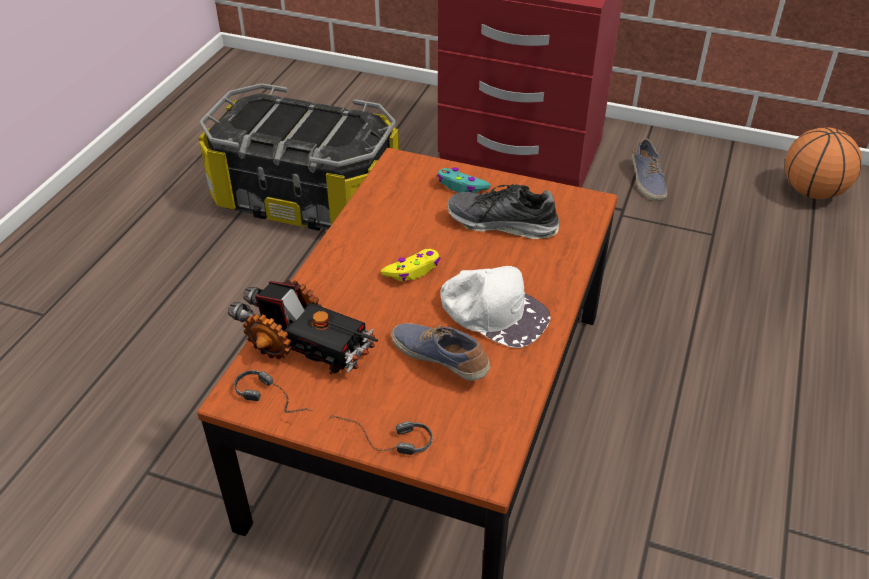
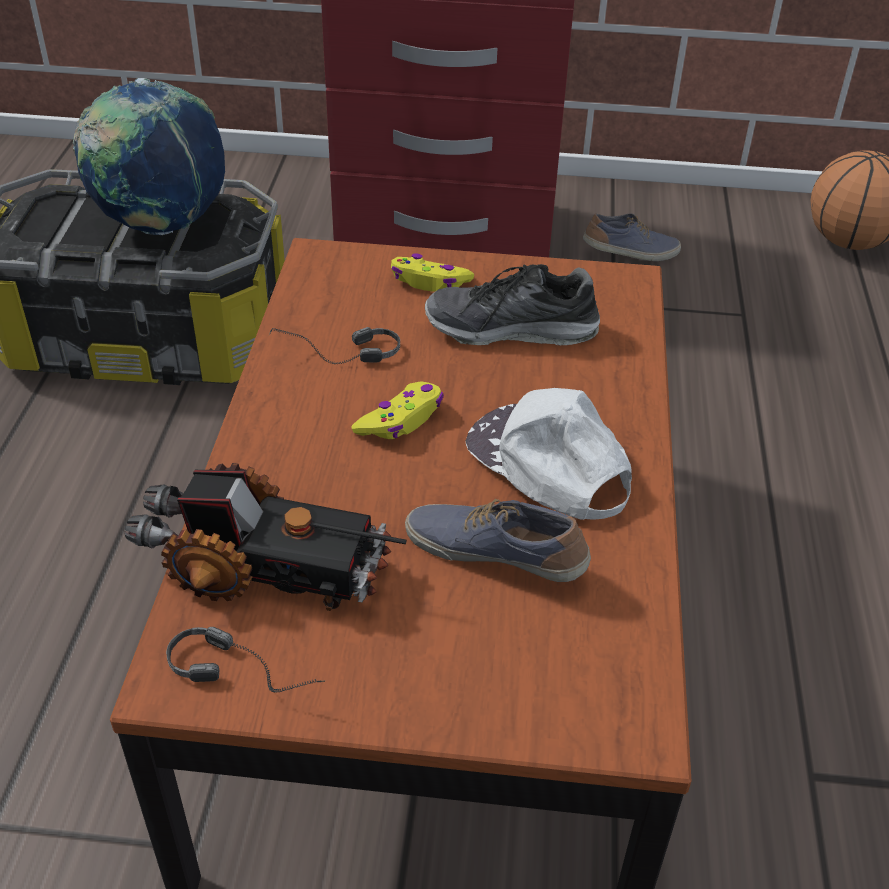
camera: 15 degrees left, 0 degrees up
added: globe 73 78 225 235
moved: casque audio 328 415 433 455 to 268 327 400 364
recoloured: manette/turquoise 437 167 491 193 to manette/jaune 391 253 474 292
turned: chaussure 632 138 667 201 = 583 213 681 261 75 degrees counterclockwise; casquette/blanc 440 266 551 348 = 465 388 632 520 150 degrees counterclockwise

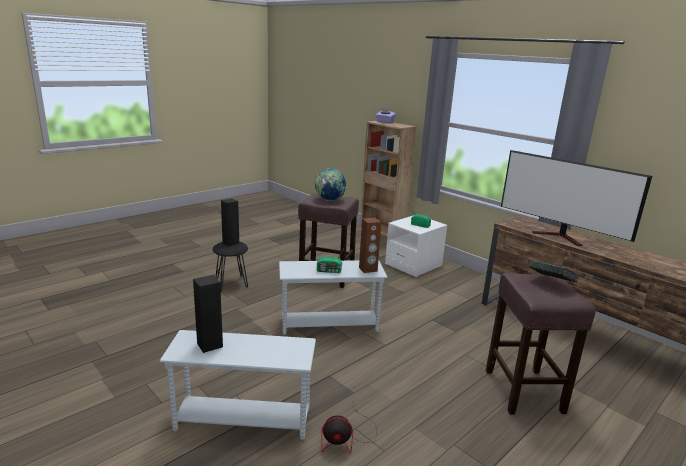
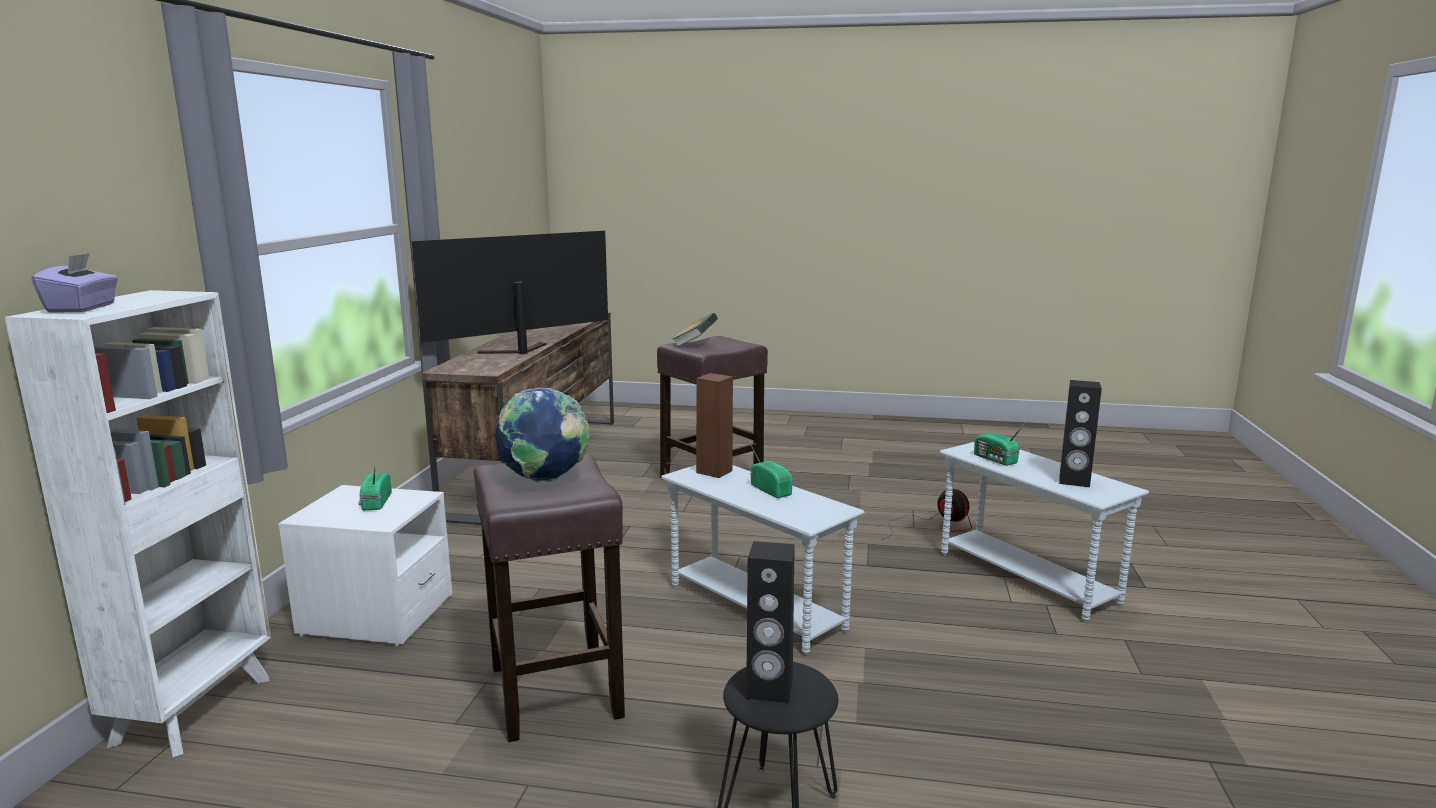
camera: 125 degrees left, 5 degrees down
added: radio 974 423 1025 466
recoloured: bibliothèque/marron 360 121 416 247 to bibliothèque/blanc 5 290 271 757
turned: téléviseur 501 150 652 246 = 412 231 608 354 135 degrees counterclockwise

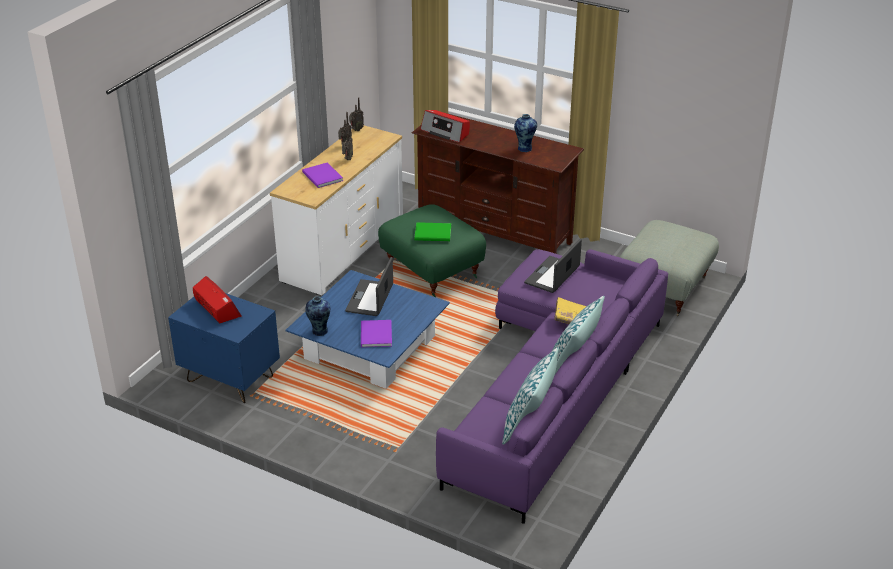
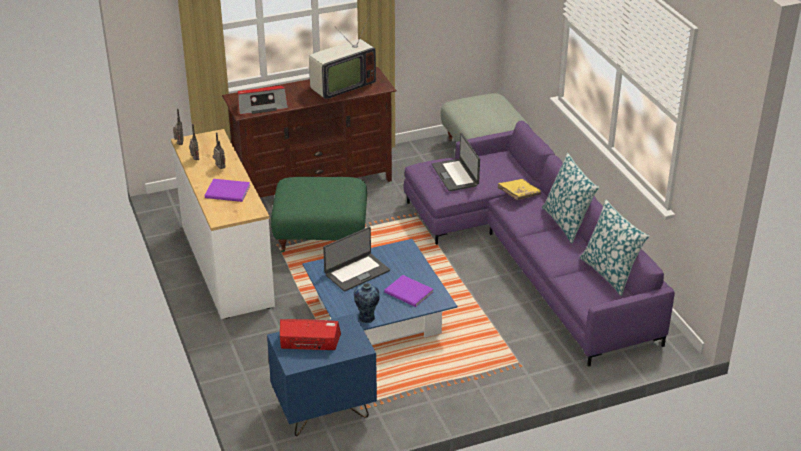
camera: 50 degrees left, 0 degrees up
removed: livre/vert 414 222 451 241
replaced: vase 514 114 537 152 to téléviseur 309 14 376 101
turned: ordinateur portable 345 257 393 316 = 323 227 390 292 90 degrees counterclockwise

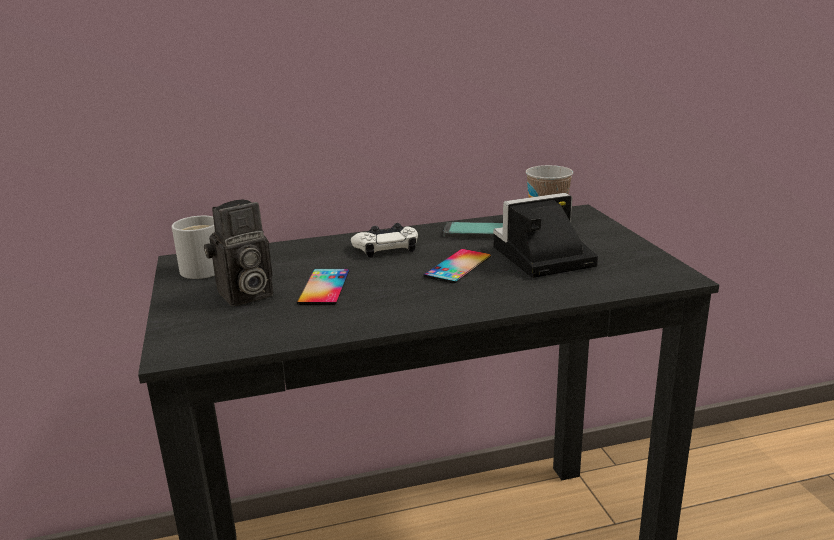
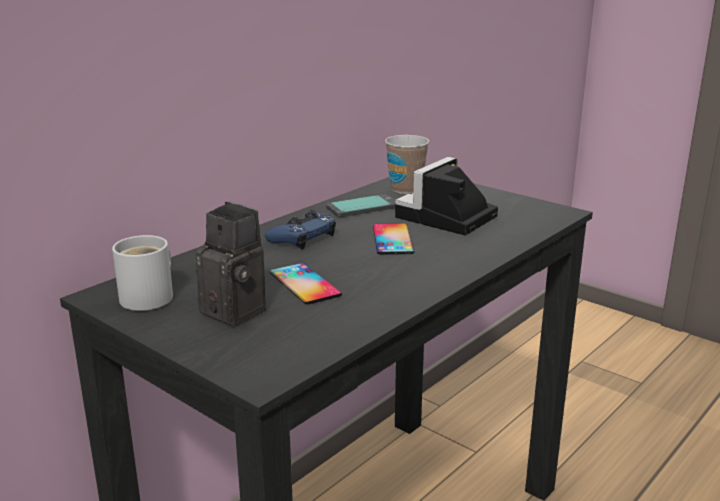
camera: 35 degrees left, 0 degrees up
recoloured: manette/blanc 351 223 418 258 to manette/bleu 265 210 336 249
turned: appareil photo 204 200 273 306 = 196 201 266 327 75 degrees counterclockwise

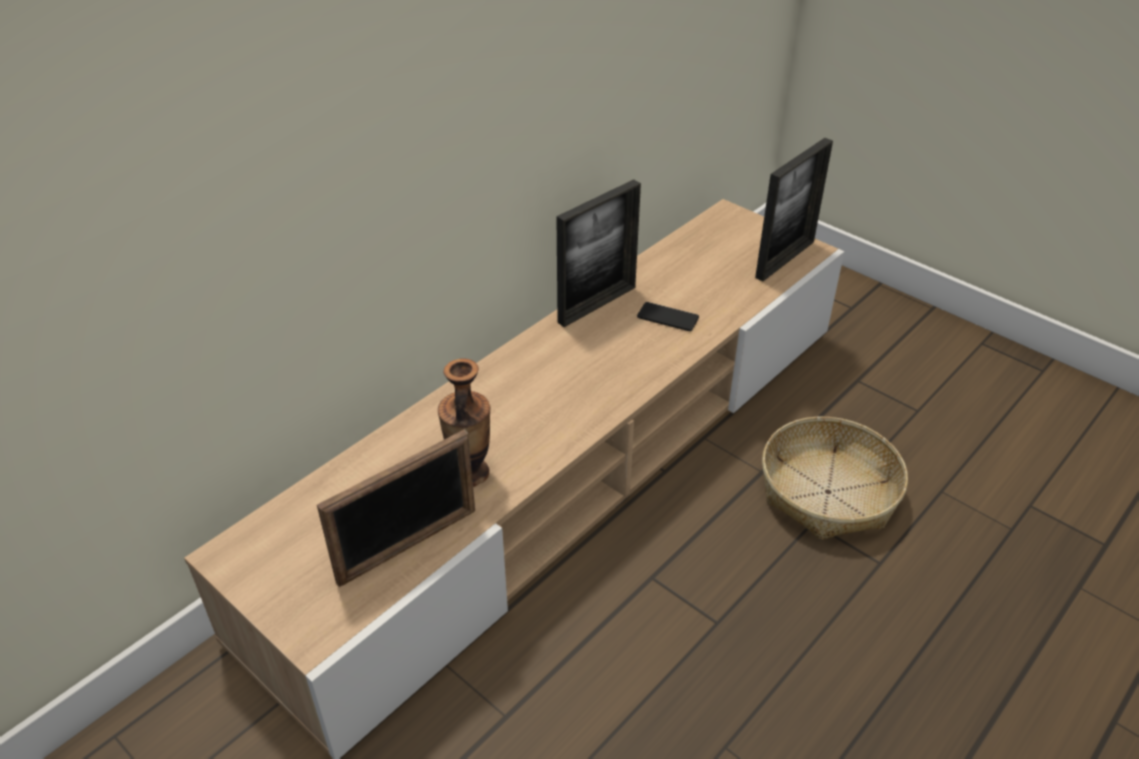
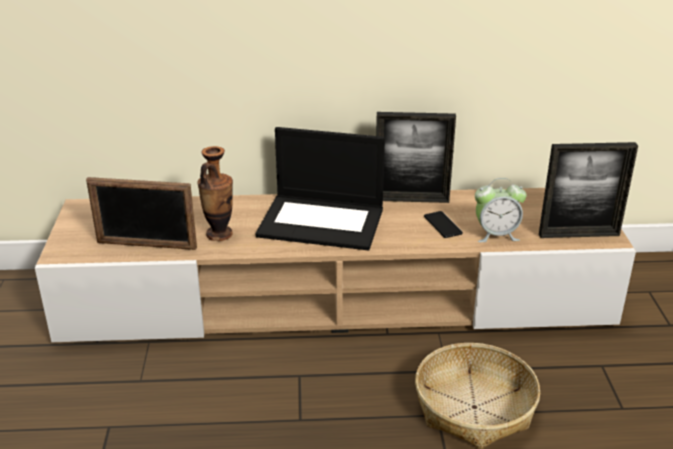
camera: 45 degrees right, 10 degrees down
added: ordinateur portable 256 127 385 250; réveil 475 178 527 242

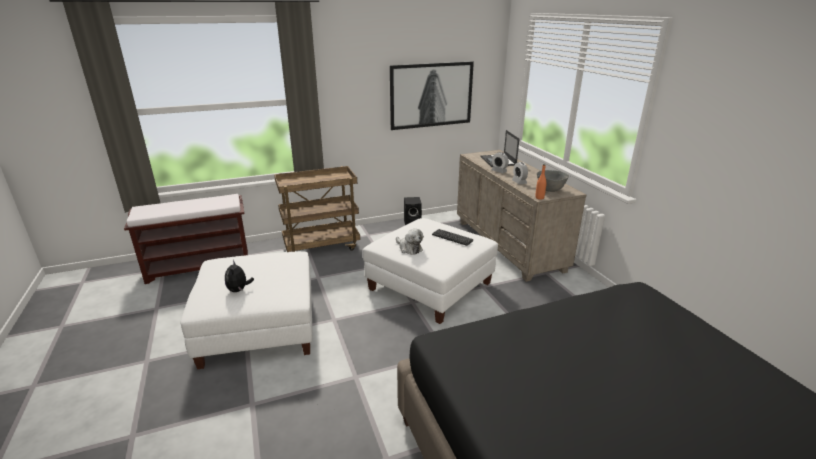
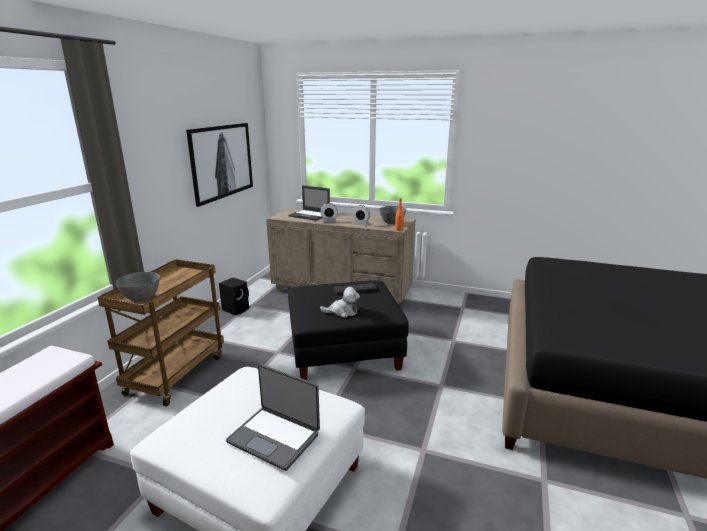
camera: 50 degrees left, 5 degrees down
added: bol/gris 116 272 160 302
replaced: peluche 225 260 254 292 to ordinateur portable 226 364 320 471
recoloured: pouf/blanc 363 218 498 324 to pouf/noir 288 280 409 380

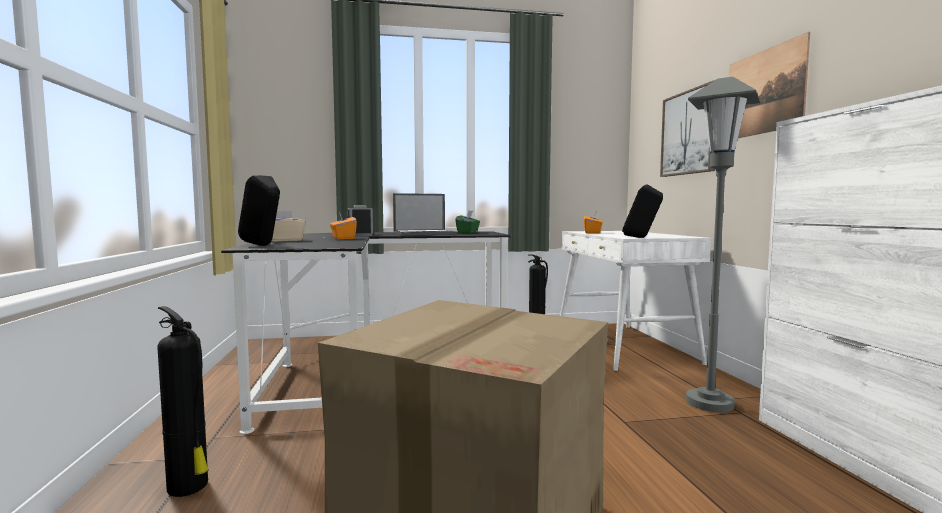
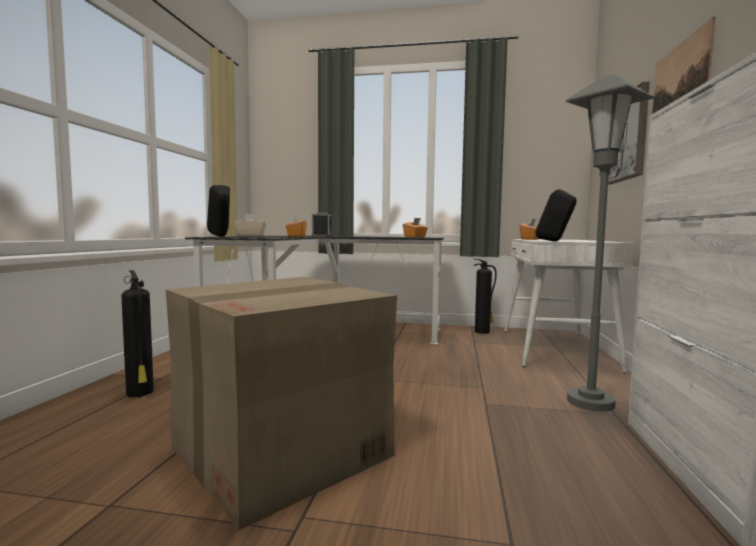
camera: 20 degrees right, 0 degrees up
removed: ordinateur portable 393 193 457 236
recoloured: boîte à mouchoirs/vert 455 211 480 233 to boîte à mouchoirs/orange 403 218 428 237

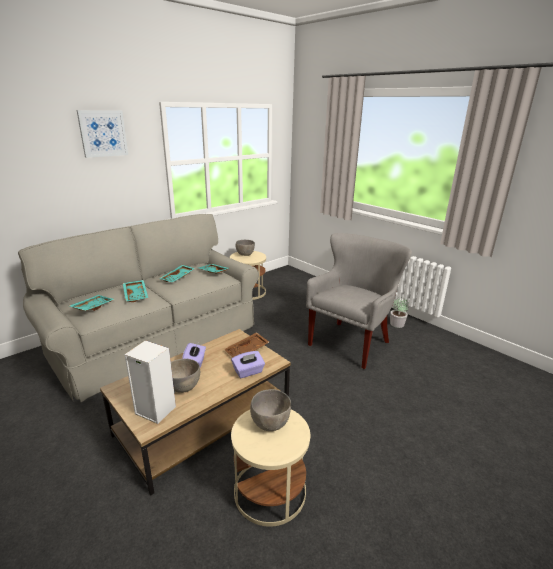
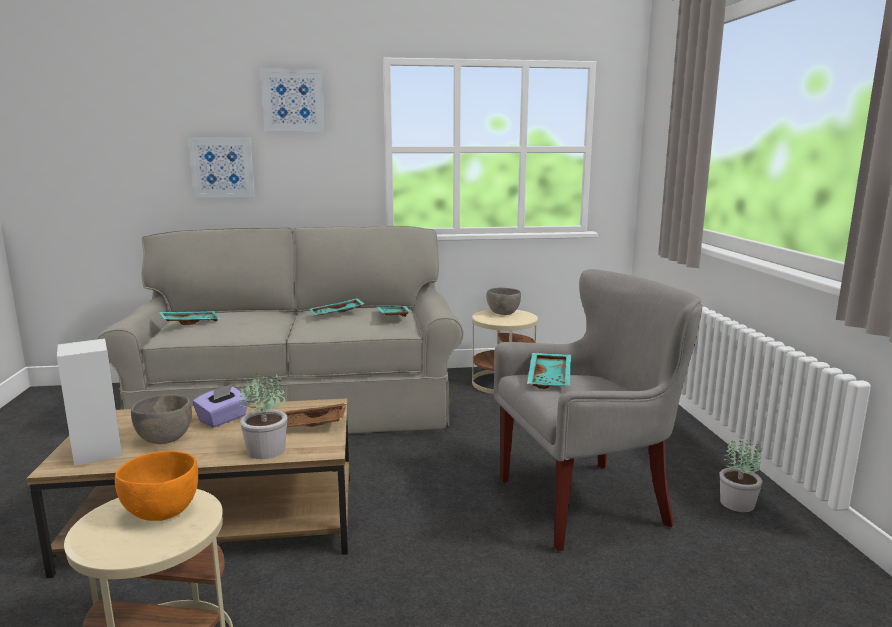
camera: 35 degrees right, 10 degrees down
added: tableau 188 137 255 198
moved: plateau/turquoise 123 280 148 302 to 527 353 571 389
replaced: boîte à mouchoirs/violet 231 351 265 378 to plante en pot 239 371 288 459
recoloured: bol/gris 250 389 291 431 to bol/orange 115 451 198 521

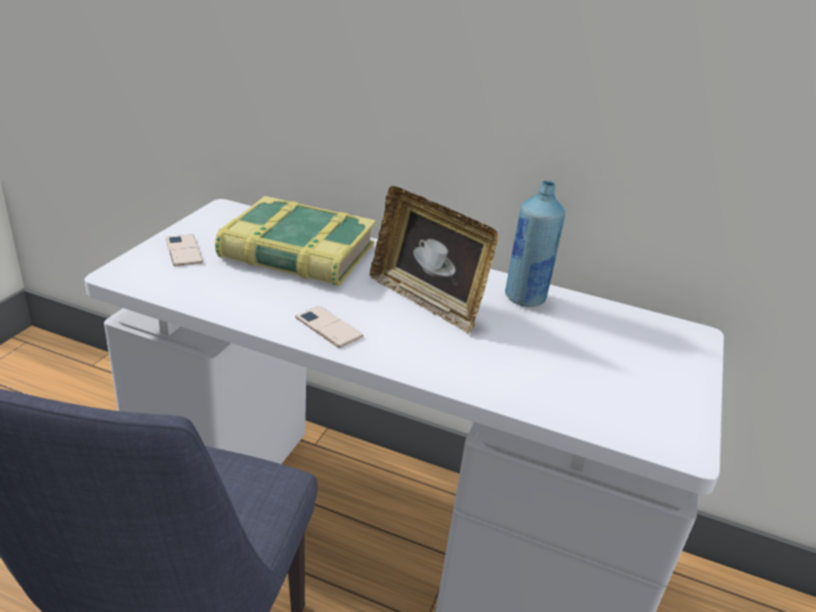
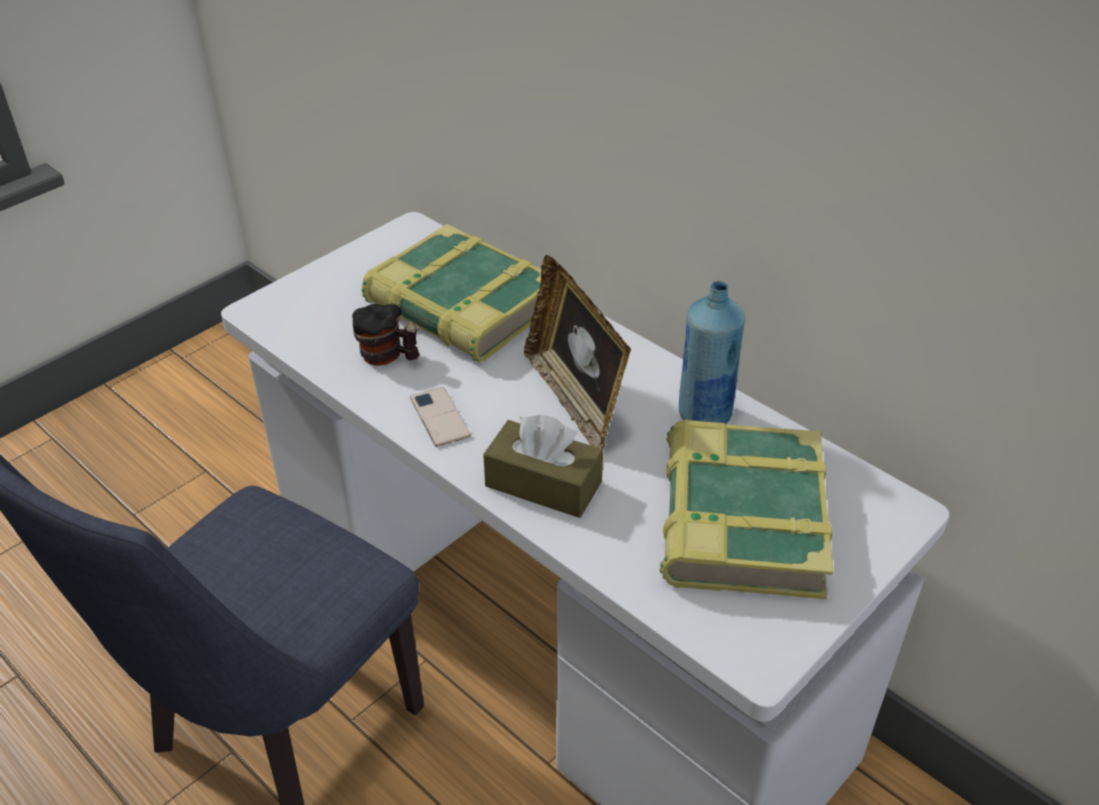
camera: 25 degrees right, 10 degrees up
removed: téléphone 166 234 203 266
added: mug 352 304 420 366; boîte à mouchoirs/marron 483 415 603 518; livre 660 419 834 600

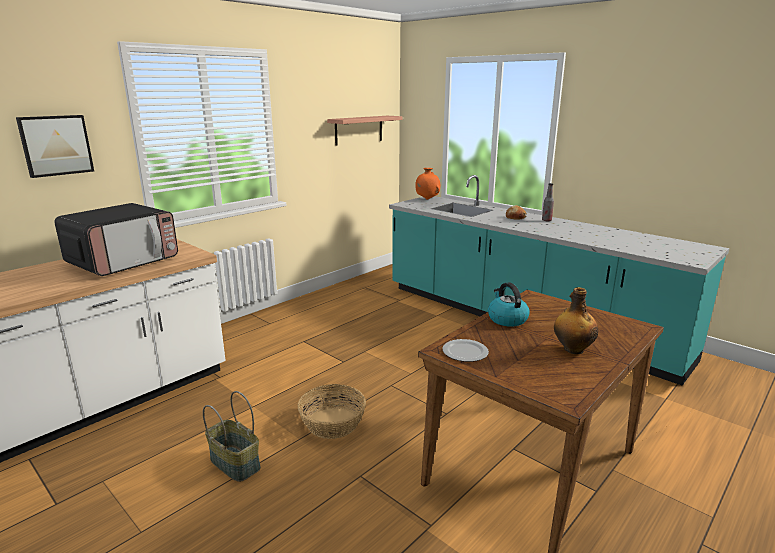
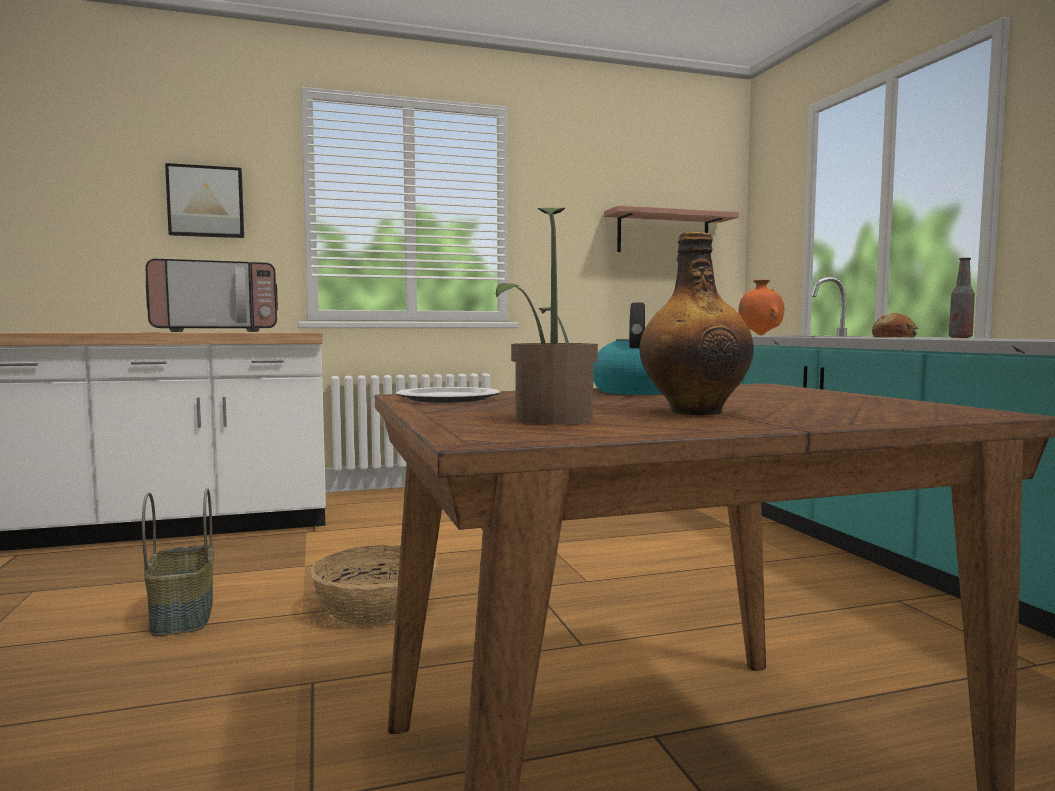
camera: 30 degrees right, 15 degrees down
added: plante en pot 496 208 598 425

